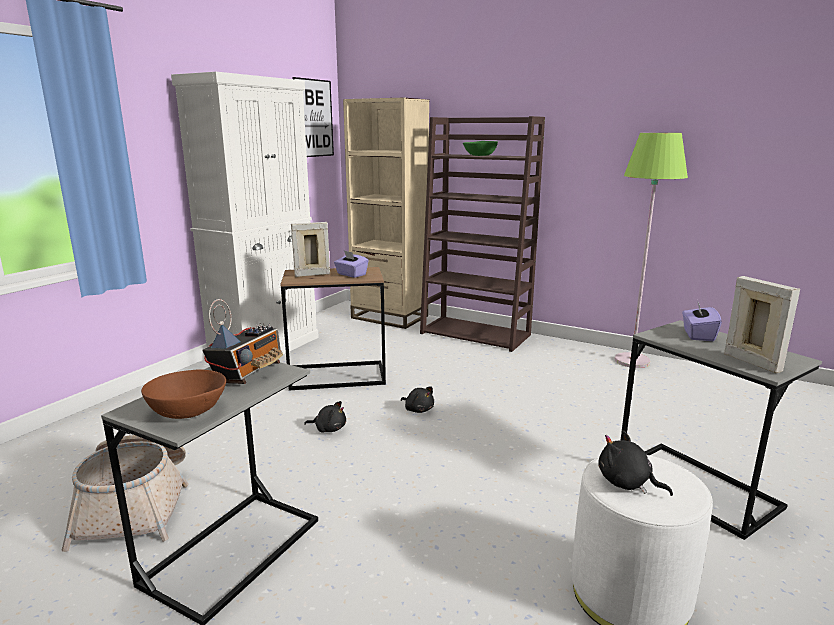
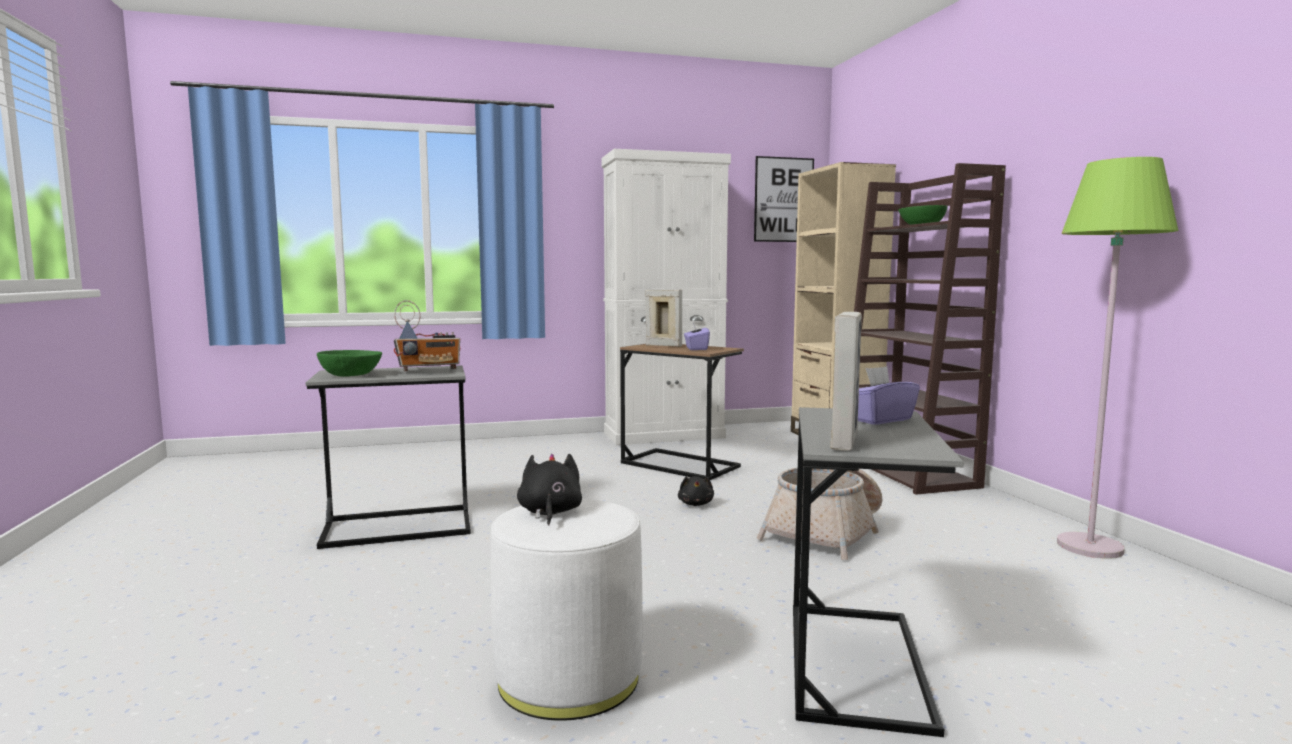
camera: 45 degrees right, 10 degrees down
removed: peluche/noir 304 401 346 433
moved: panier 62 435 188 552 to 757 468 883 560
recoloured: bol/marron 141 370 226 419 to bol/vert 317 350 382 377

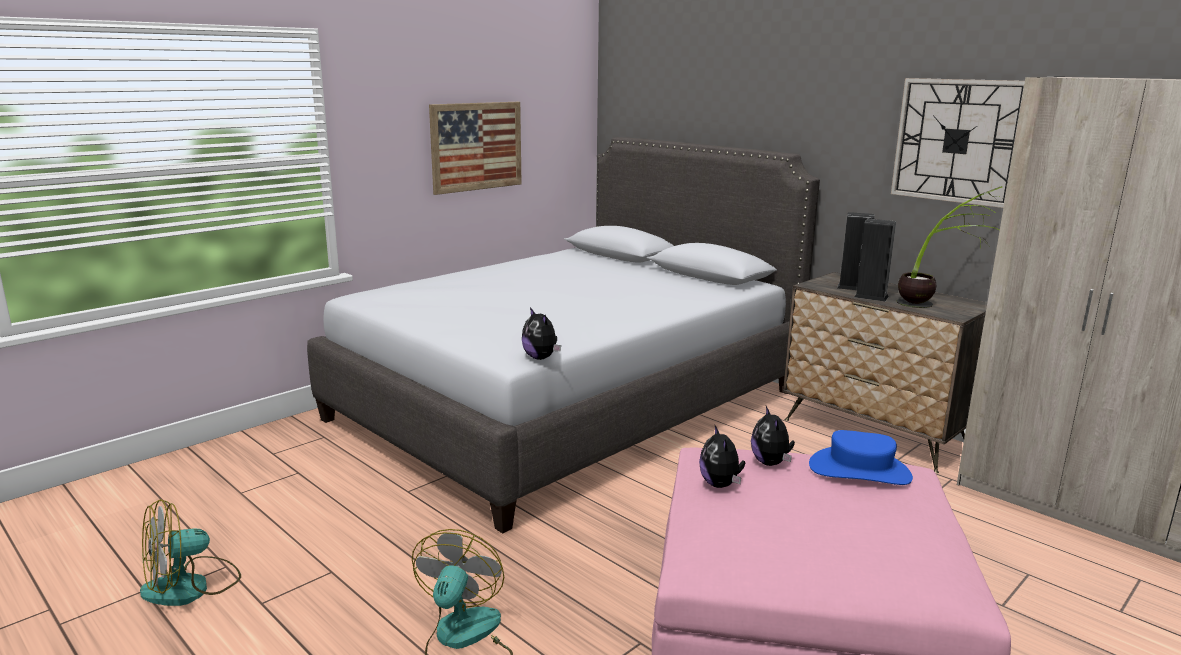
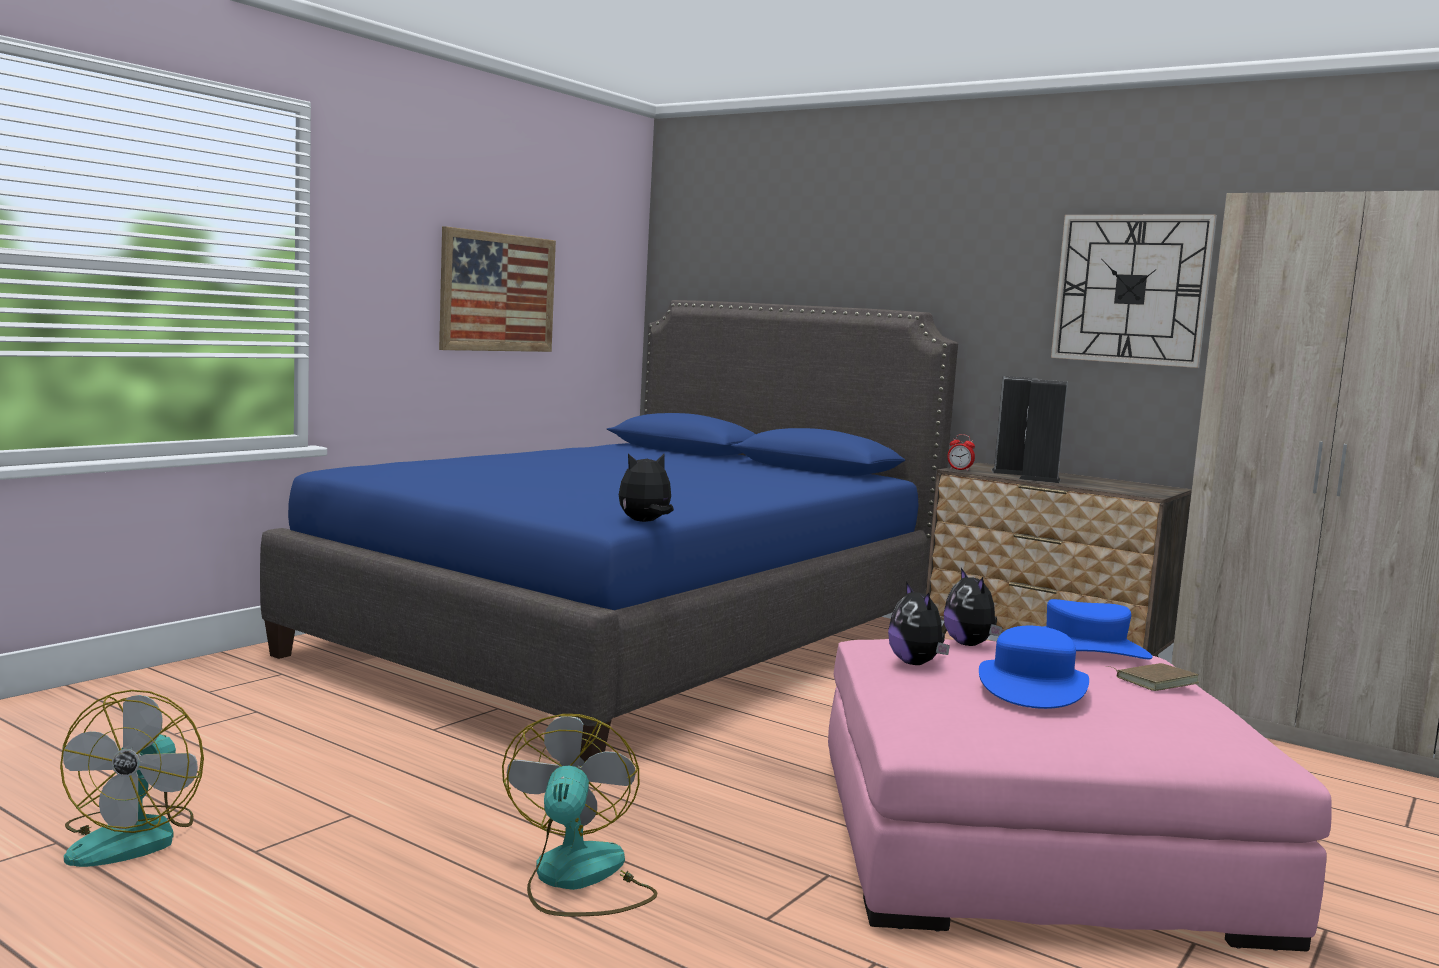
camera: 10 degrees left, 10 degrees down
removed: plante en pot 897 186 1004 308
added: réveil 947 434 975 471; chapeau/bleu 979 626 1089 709; livre/marron 1107 663 1199 691
recoloured: lit/gris 307 137 820 533 to lit/bleu 260 300 958 762
turned: peluche 522 308 561 360 = 619 454 674 522 105 degrees clockwise; ventilateur 140 499 241 606 = 60 690 204 867 45 degrees counterclockwise

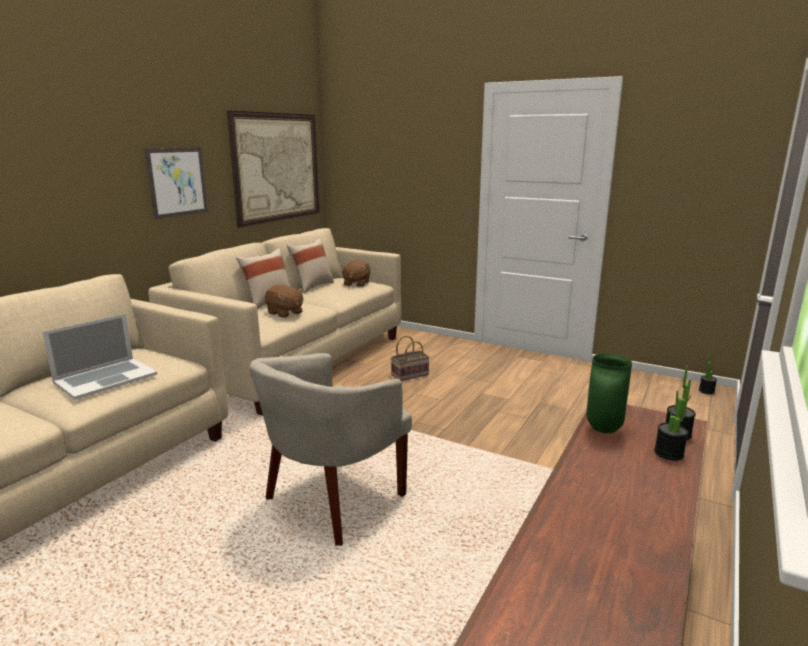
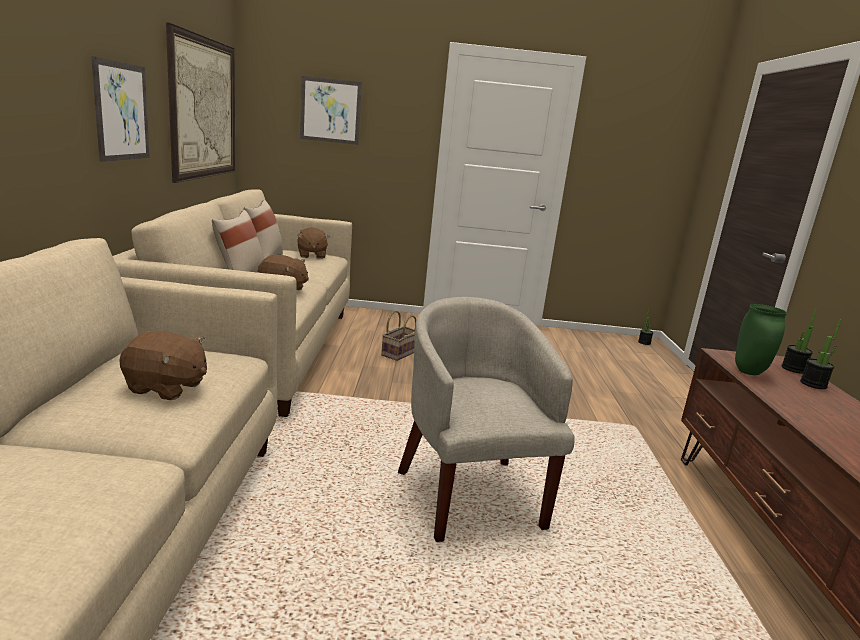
camera: 30 degrees left, 0 degrees up
added: tableau 300 76 362 145
replaced: ordinateur portable 42 314 157 400 to peluche/marron 119 331 207 400
turned: fauteuil/beige 249 353 412 546 = 398 297 575 542 150 degrees clockwise

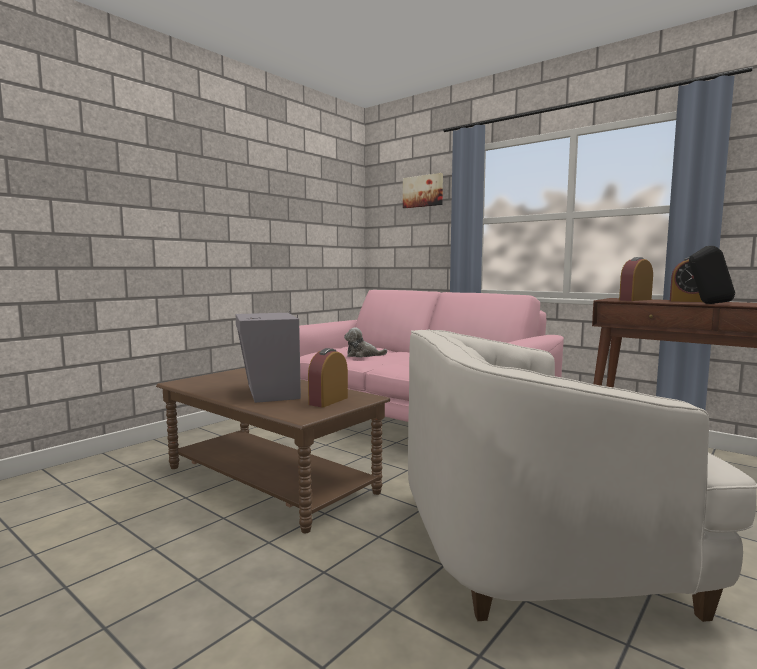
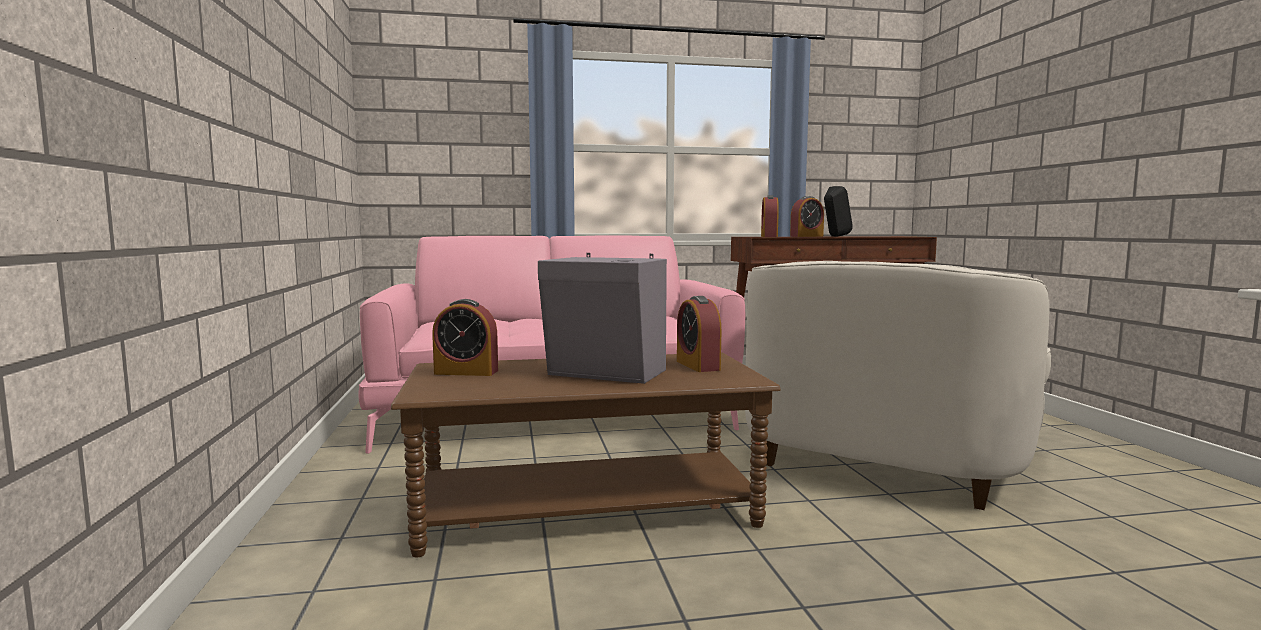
camera: 50 degrees left, 0 degrees up
removed: tableau 403 173 443 208; peluche 344 327 387 357
added: réveil 432 299 498 376

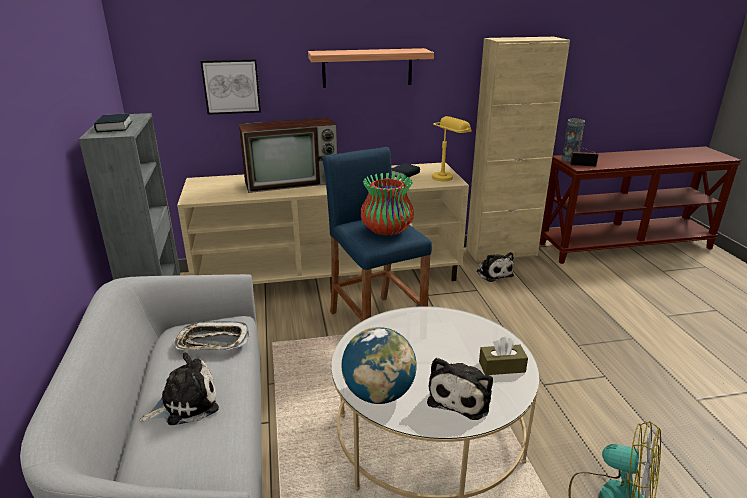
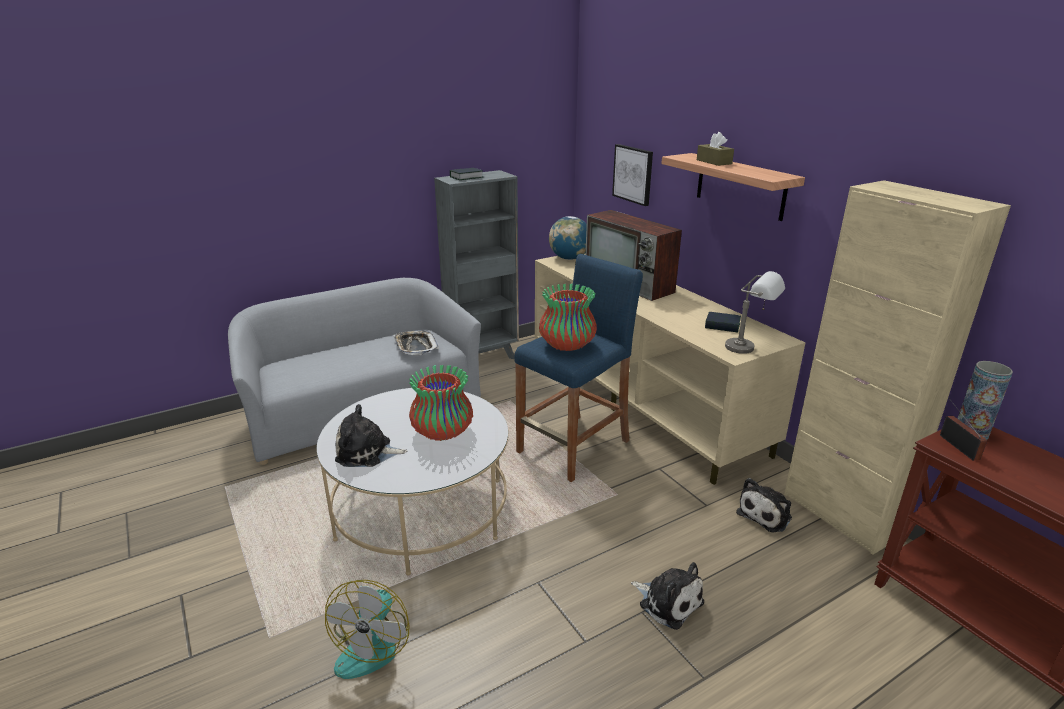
camera: 70 degrees right, 0 degrees up
added: vase 409 365 473 441
moved: globe 342 327 417 404 to 549 216 587 260; boîte à mouchoirs/marron 479 337 528 375 to 697 132 734 166; peluche 140 352 219 425 to 631 562 704 630
recoloured: lampe de table/jaune 432 116 471 181 to lampe de table/gris 725 271 785 354

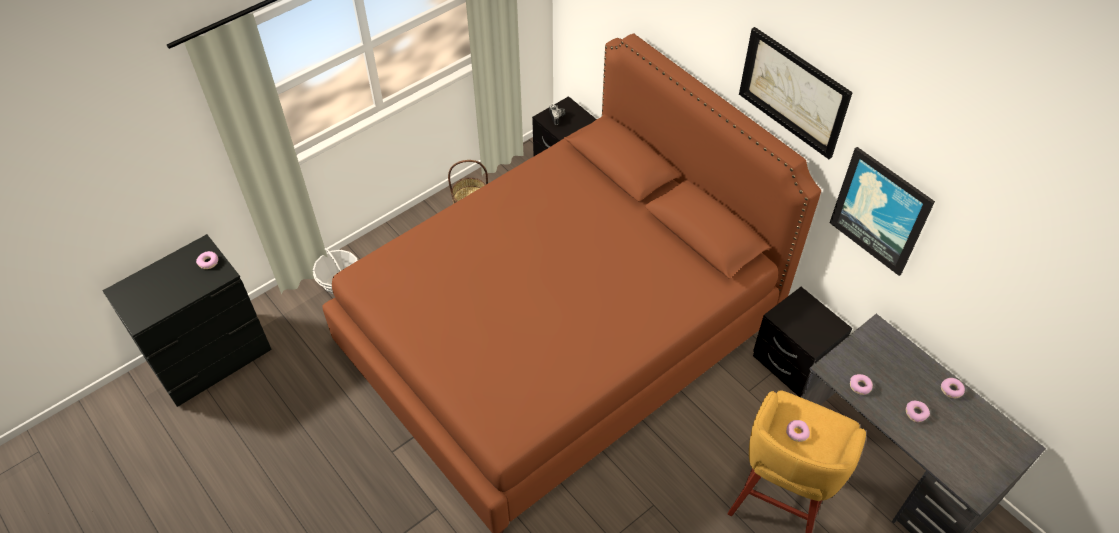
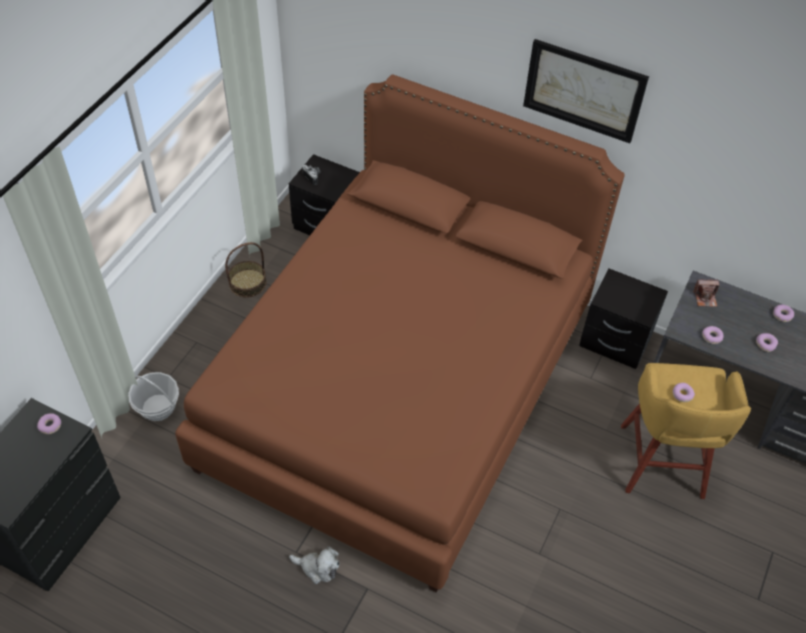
camera: 25 degrees left, 0 degrees up
removed: tableau 830 147 935 276
added: appareil photo 693 279 719 307; peluche 289 546 340 584

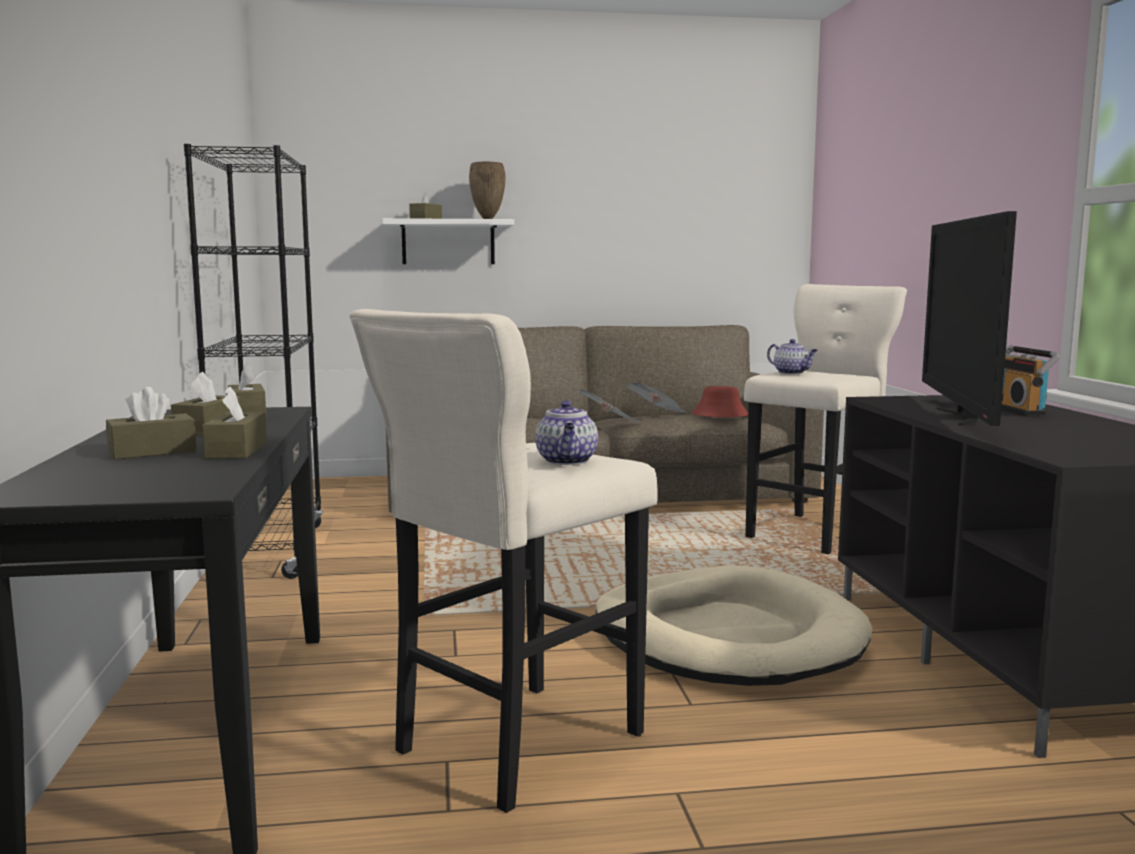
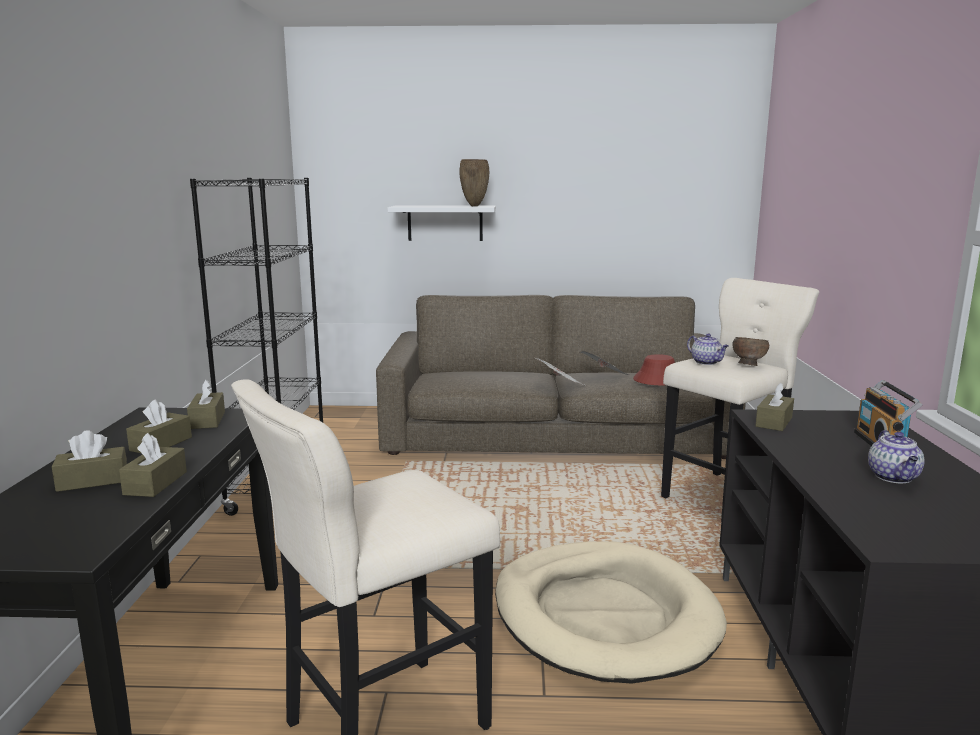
camera: 10 degrees right, 5 degrees up
removed: téléviseur 922 211 1017 426
added: bol/marron 732 337 769 366
moved: boîte à mouchoirs/marron 409 190 442 219 to 755 383 794 431; théière 535 401 598 465 to 868 430 924 483

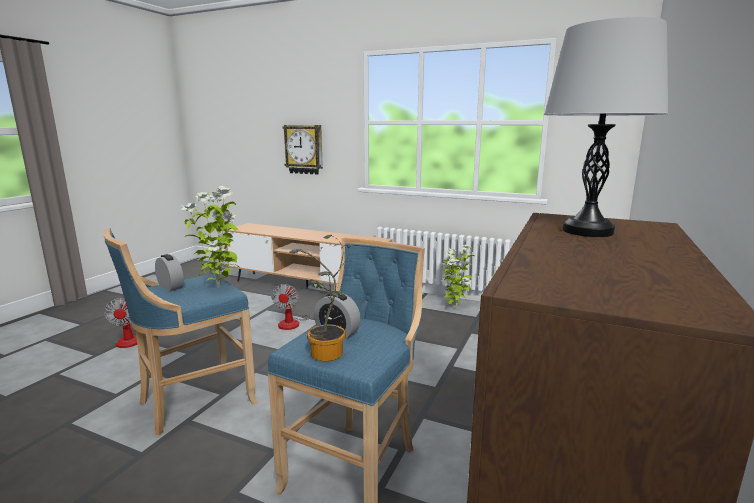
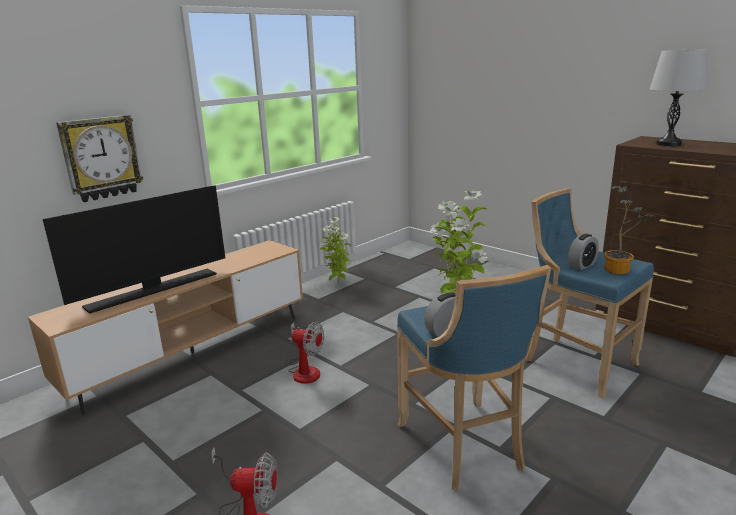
camera: 70 degrees left, 5 degrees up
added: téléviseur 43 185 225 314

